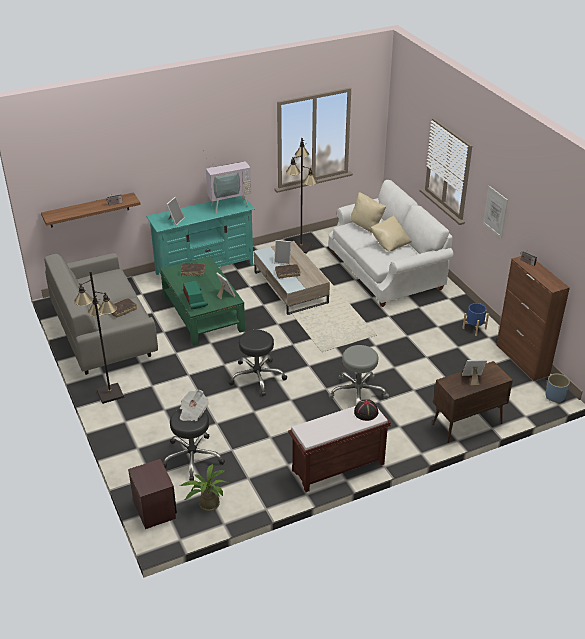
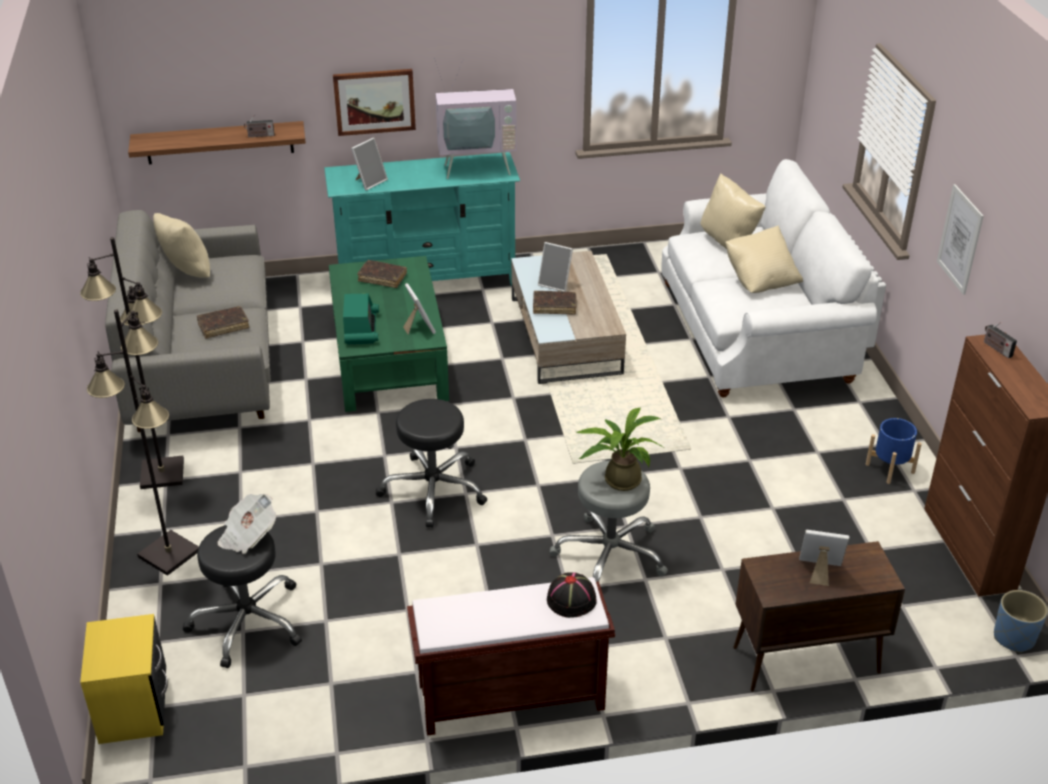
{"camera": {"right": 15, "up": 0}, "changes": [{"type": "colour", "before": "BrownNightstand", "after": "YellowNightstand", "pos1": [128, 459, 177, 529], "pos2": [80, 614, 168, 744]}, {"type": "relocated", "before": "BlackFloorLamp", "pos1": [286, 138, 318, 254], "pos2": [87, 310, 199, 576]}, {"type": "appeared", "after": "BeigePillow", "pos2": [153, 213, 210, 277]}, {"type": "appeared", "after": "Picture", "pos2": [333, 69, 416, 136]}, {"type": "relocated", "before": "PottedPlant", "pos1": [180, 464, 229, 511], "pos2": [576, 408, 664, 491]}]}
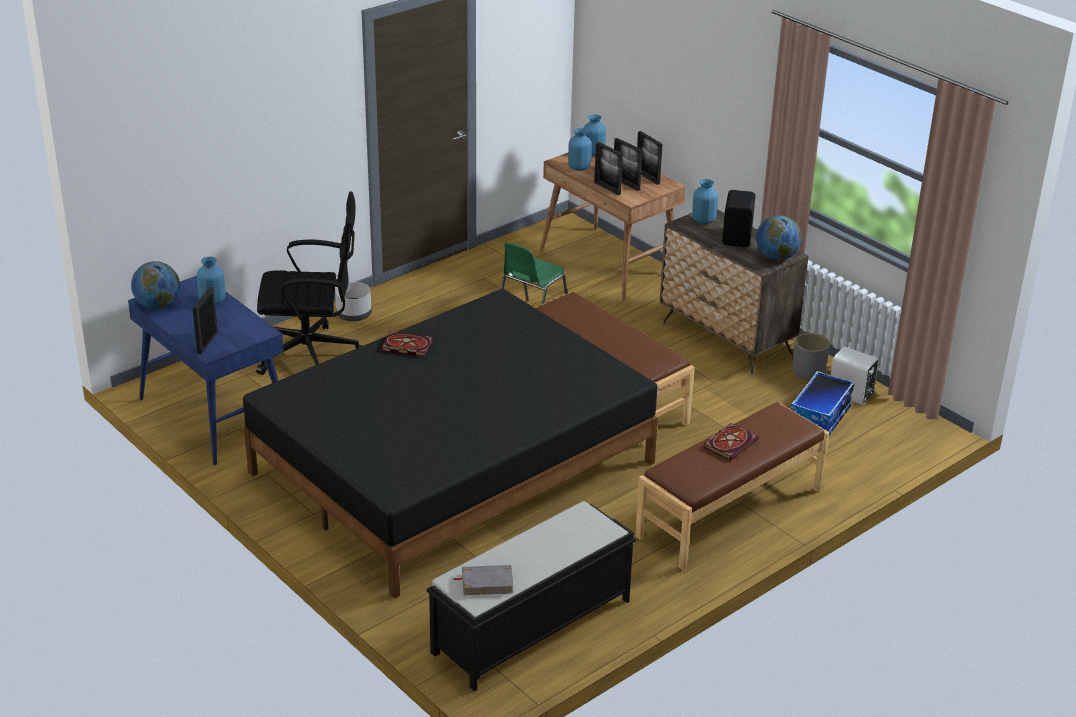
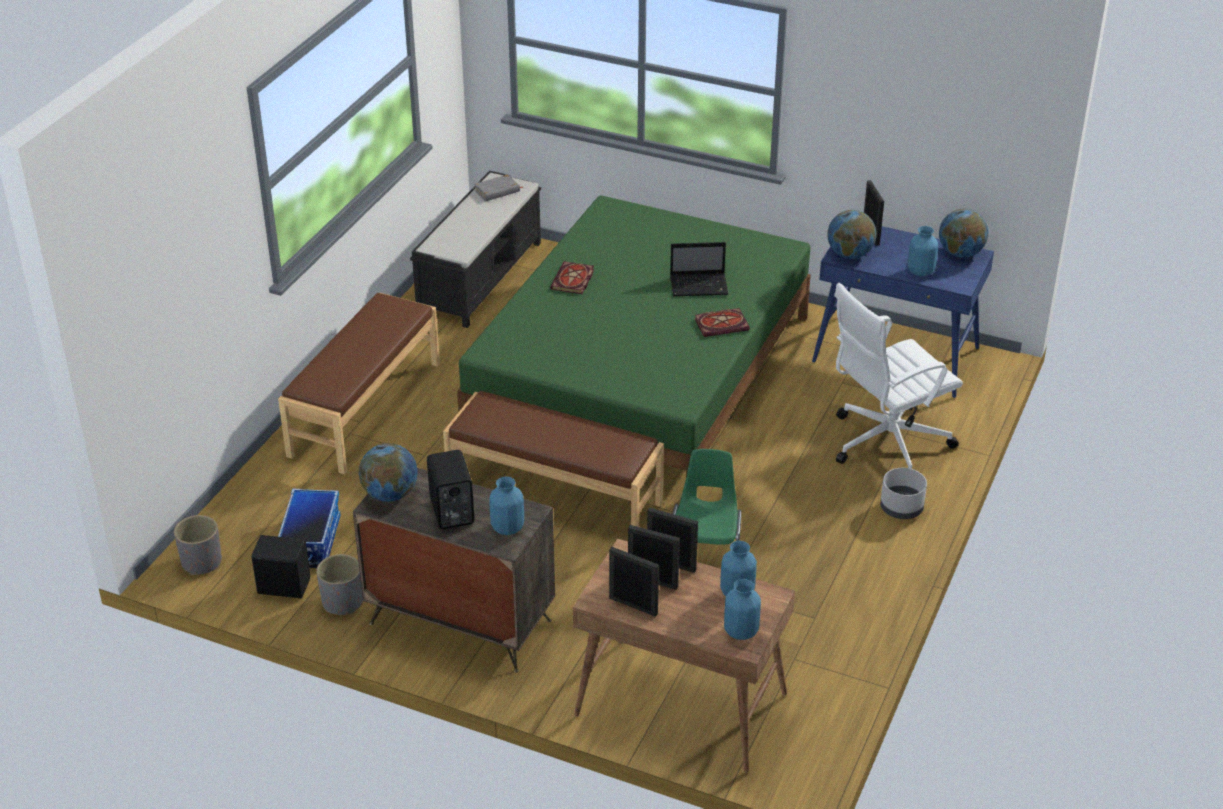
{"camera": {"right": 155, "up": 5}, "changes": [{"type": "appeared", "after": "GreyPlanter", "pos2": [174, 515, 222, 575]}, {"type": "colour", "before": "WhiteSpeaker", "after": "BlackSpeaker", "pos1": [831, 347, 879, 405], "pos2": [252, 535, 310, 598]}, {"type": "colour", "before": "BlackBed", "after": "GreenBed", "pos1": [243, 289, 658, 598], "pos2": [457, 195, 811, 493]}, {"type": "relocated", "before": "Book", "pos1": [703, 423, 759, 461], "pos2": [550, 262, 594, 294]}, {"type": "appeared", "after": "Laptop", "pos2": [670, 242, 728, 296]}, {"type": "appeared", "after": "Globe", "pos2": [827, 210, 876, 259]}, {"type": "colour", "before": "BlackOfficeChair", "after": "WhiteOfficeChair", "pos1": [256, 191, 362, 375], "pos2": [834, 283, 963, 469]}]}
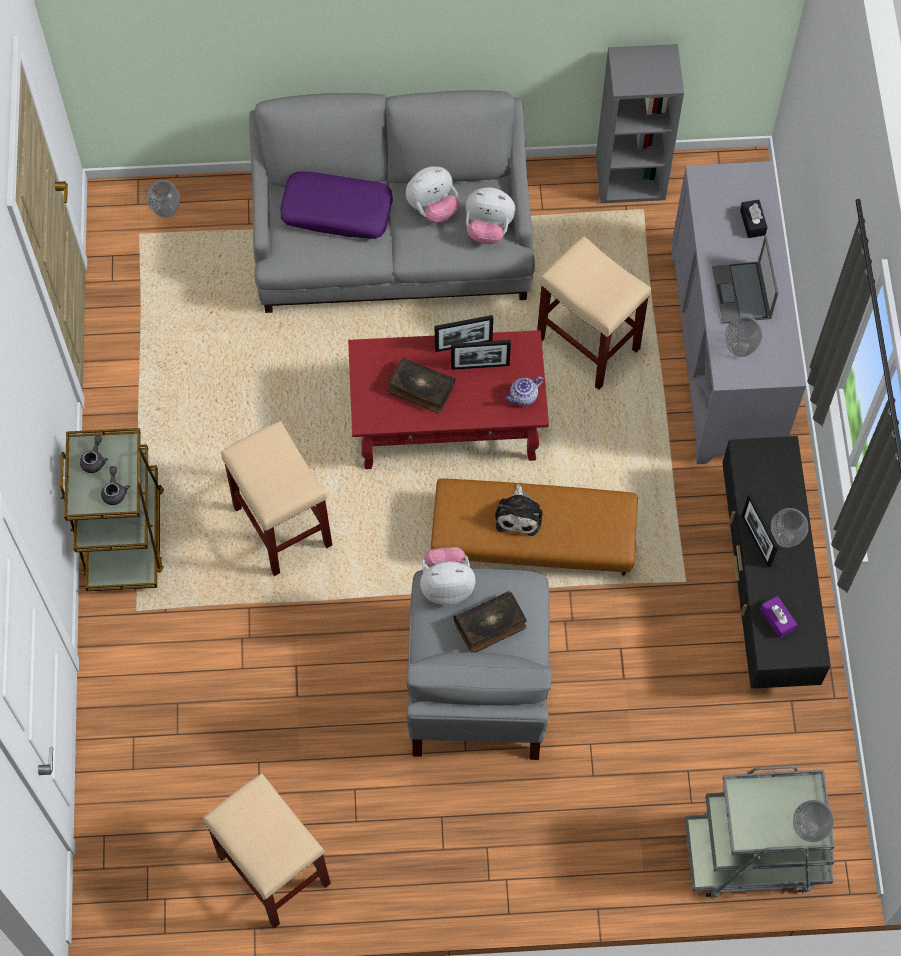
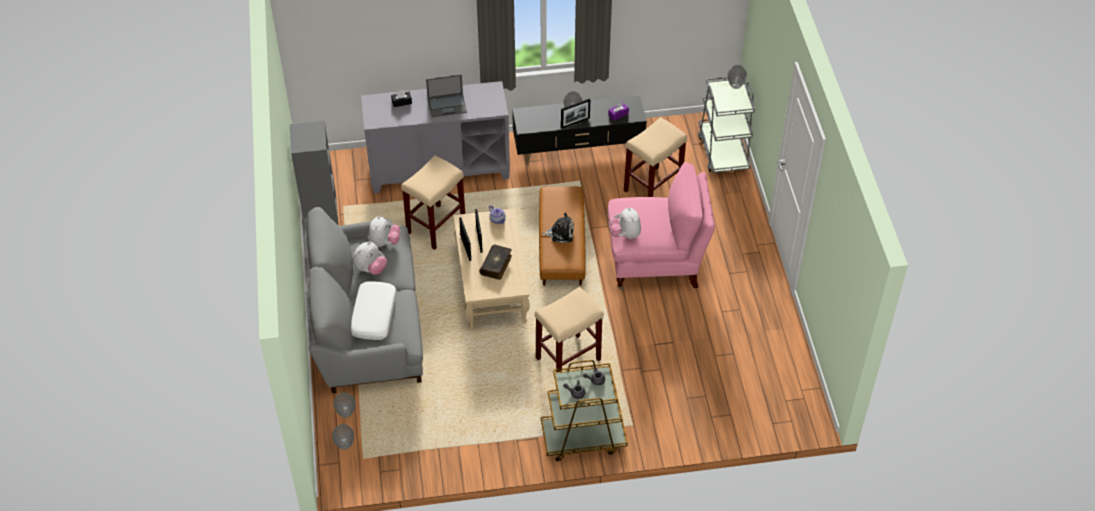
{"camera": {"right": -95, "up": -15}, "changes": [{"type": "relocated", "before": "Vase", "pos1": [725, 316, 763, 357], "pos2": [334, 392, 356, 418]}, {"type": "colour", "before": "PurplePillow", "after": "WhitePillow", "pos1": [280, 171, 393, 239], "pos2": [351, 281, 397, 340]}, {"type": "spun", "before": "PlushToy", "pos1": [406, 166, 460, 223], "pos2": [352, 241, 387, 275], "turn": 75}, {"type": "colour", "before": "RedCoffeeTable", "after": "BeigeCoffeeTable", "pos1": [348, 330, 549, 469], "pos2": [454, 209, 530, 329]}, {"type": "colour", "before": "GreyArmchair", "after": "PinkArmchair", "pos1": [406, 569, 552, 760], "pos2": [608, 162, 715, 290]}, {"type": "relocated", "before": "BeigeStool", "pos1": [203, 773, 331, 928], "pos2": [624, 117, 687, 197]}, {"type": "missing", "before": "Book", "pos1": [454, 591, 527, 653]}]}
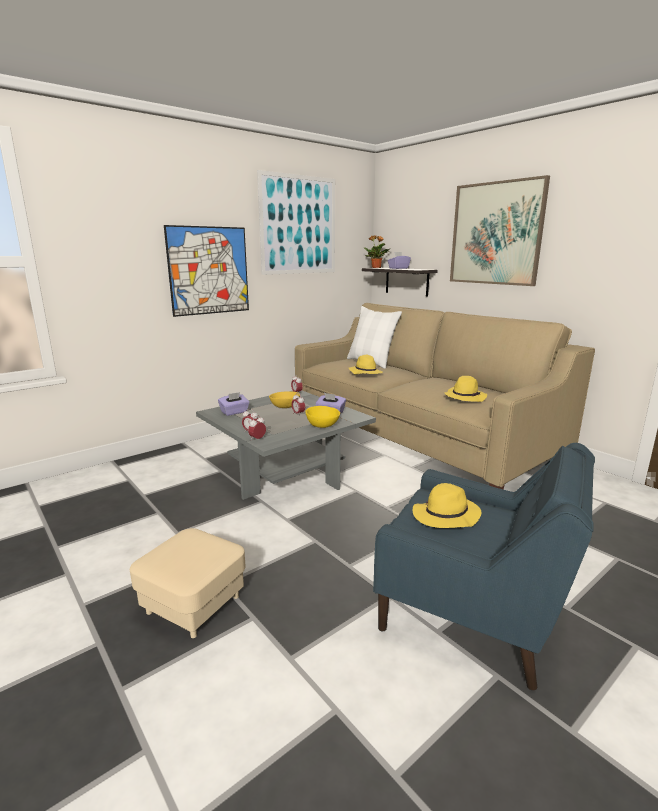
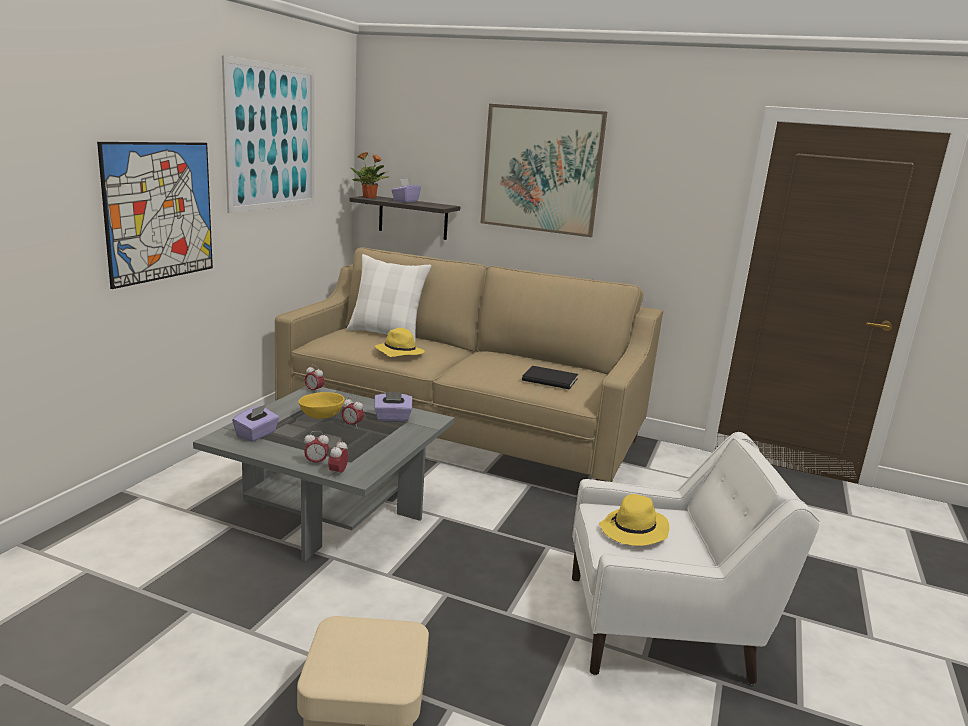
{"camera": {"right": -30, "up": 0}, "changes": [{"type": "exchanged", "before": "YellowHat", "after": "BlackBook", "pos1": [444, 376, 487, 402], "pos2": [522, 366, 578, 390]}, {"type": "colour", "before": "BlueArmchair", "after": "WhiteArmchair", "pos1": [373, 443, 595, 691], "pos2": [572, 432, 819, 685]}, {"type": "missing", "before": "YellowBowl", "pos1": [305, 406, 340, 428]}]}
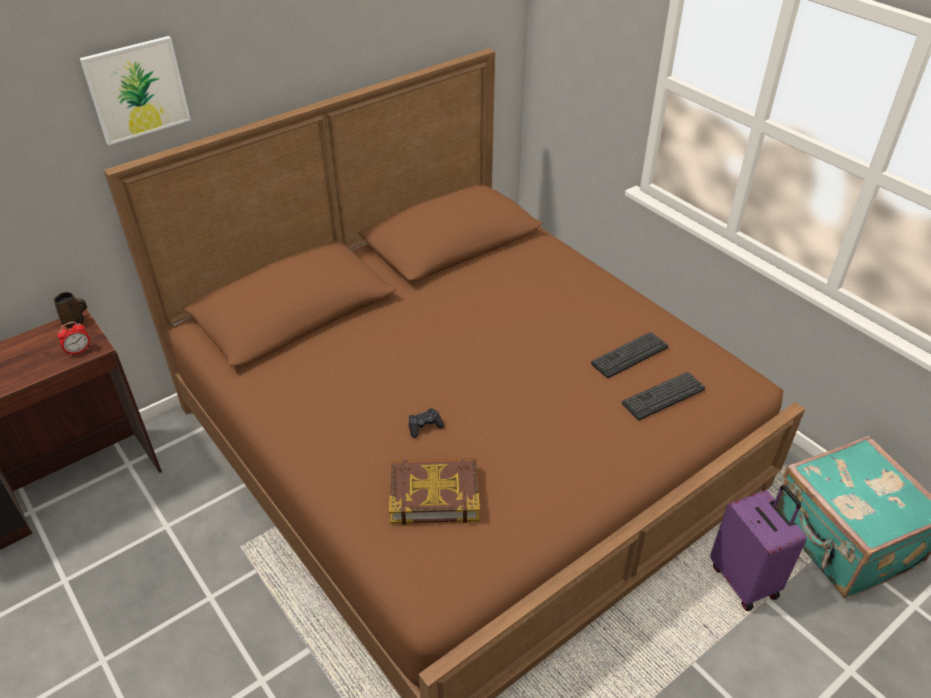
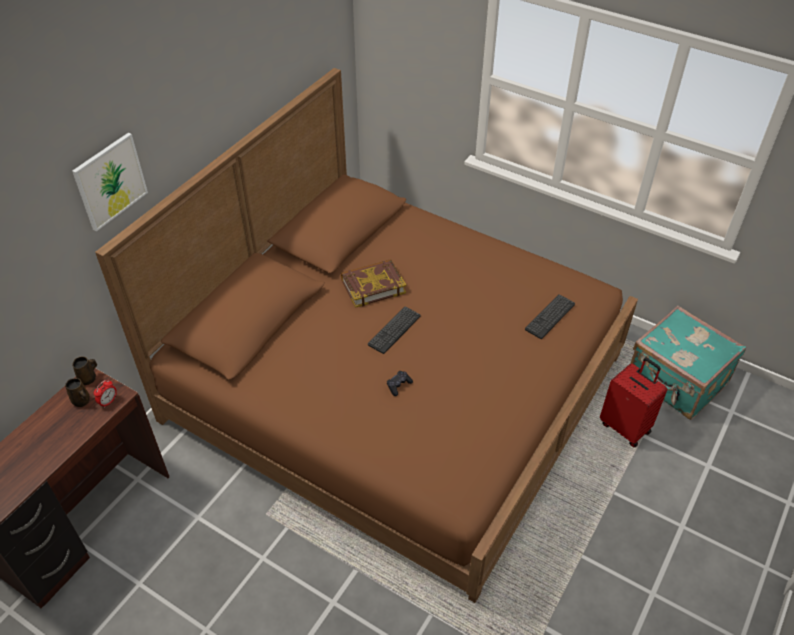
{"camera": {"right": -20, "up": 5}, "changes": [{"type": "appeared", "after": "BrownMug", "pos2": [65, 378, 90, 407]}, {"type": "relocated", "before": "Book", "pos1": [389, 458, 480, 525], "pos2": [341, 259, 406, 308]}, {"type": "relocated", "before": "Keyboard", "pos1": [591, 332, 668, 378], "pos2": [368, 307, 420, 354]}, {"type": "colour", "before": "PurpleSuitcase", "after": "RedSuitcase", "pos1": [710, 485, 807, 611], "pos2": [600, 358, 667, 447]}]}
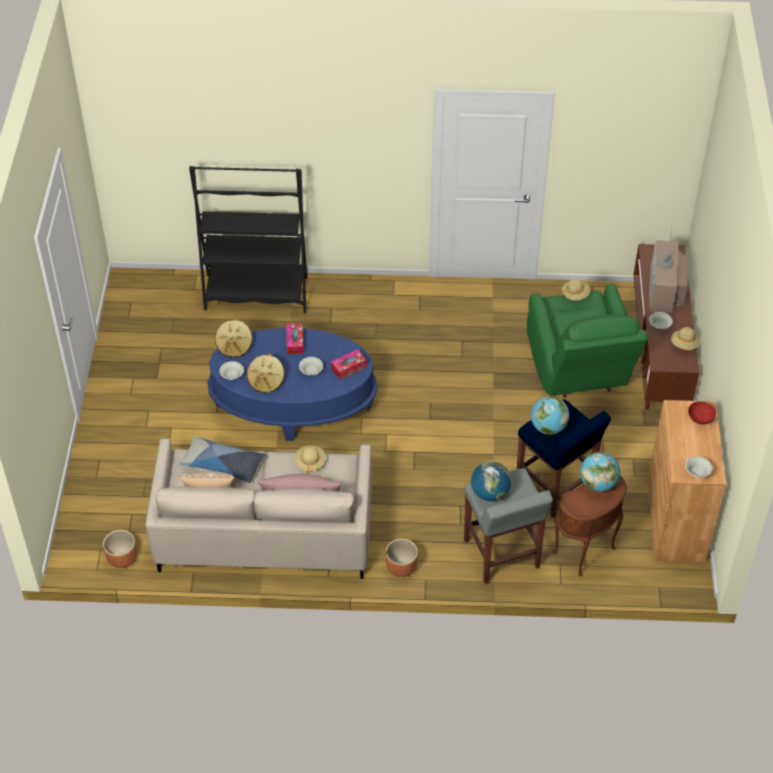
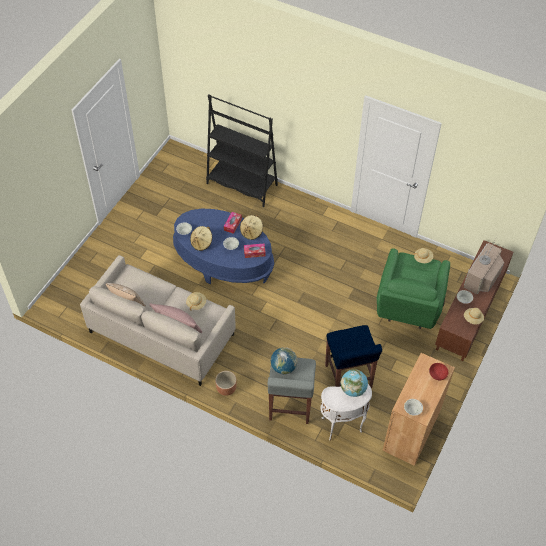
{"camera": {"right": 25, "up": 5}, "changes": [{"type": "relocated", "before": "BeigeHat", "pos1": [215, 319, 252, 358], "pos2": [240, 215, 263, 240]}, {"type": "colour", "before": "BrownSideTable", "after": "WhiteSideTable", "pos1": [552, 475, 627, 576], "pos2": [321, 384, 372, 441]}, {"type": "missing", "before": "BrownPlanter", "pos1": [103, 530, 137, 568]}, {"type": "missing", "before": "Pillow", "pos1": [179, 436, 265, 483]}, {"type": "missing", "before": "Globe", "pos1": [531, 396, 570, 435]}]}
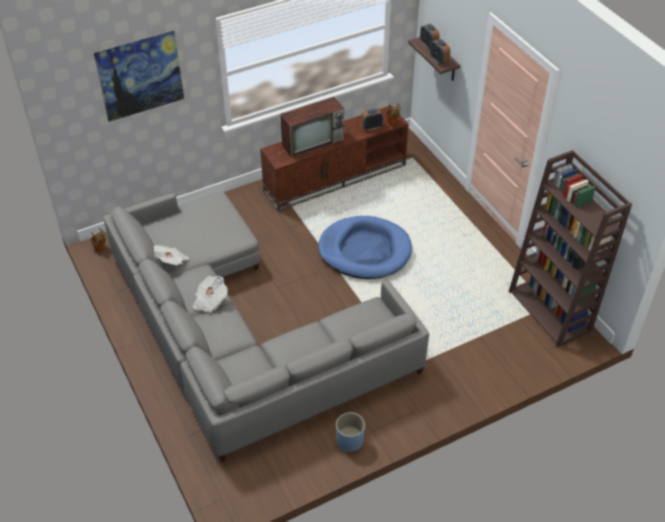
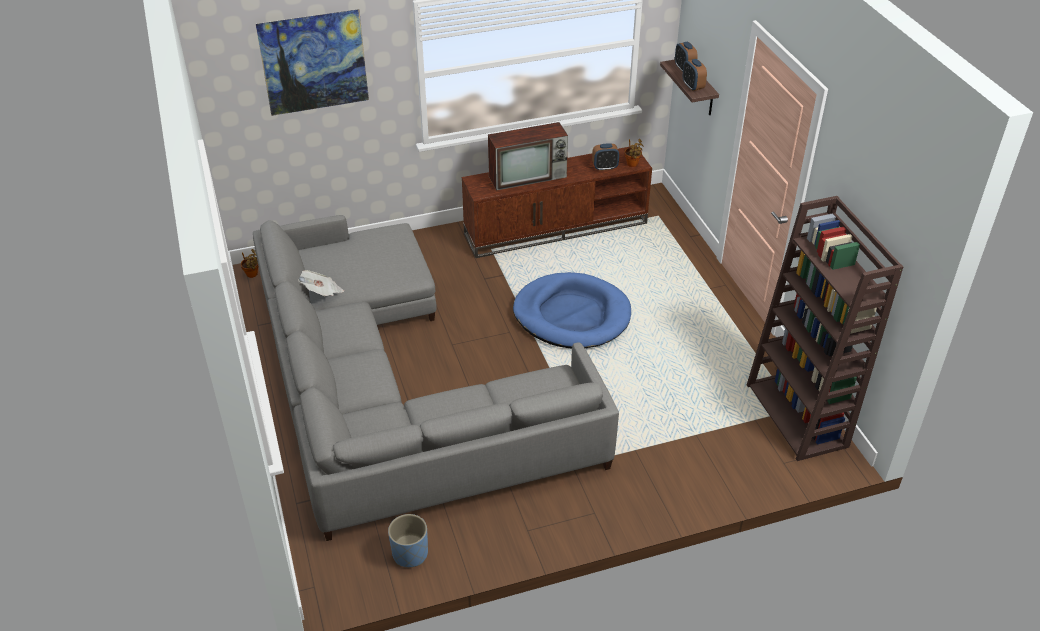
{"camera": {"right": 10, "up": -5}, "changes": [{"type": "relocated", "before": "BluePlanter", "pos1": [336, 412, 365, 452], "pos2": [388, 514, 428, 567]}, {"type": "missing", "before": "Newspaper", "pos1": [193, 276, 228, 313]}]}
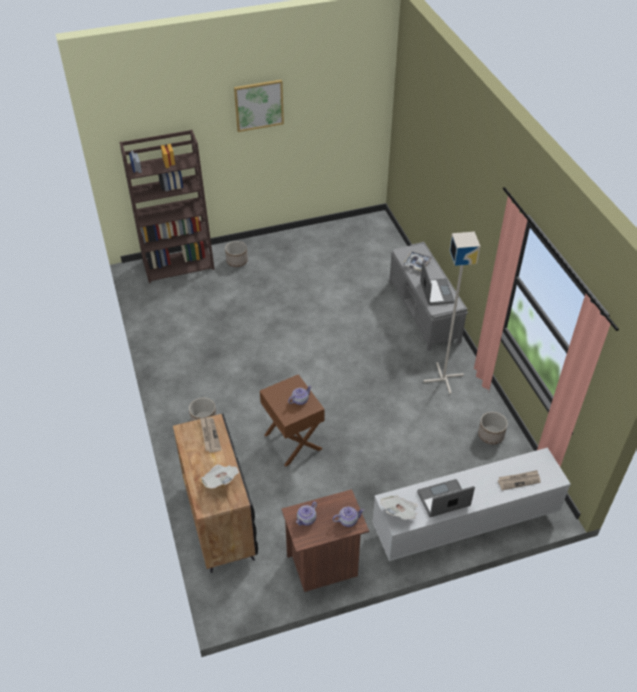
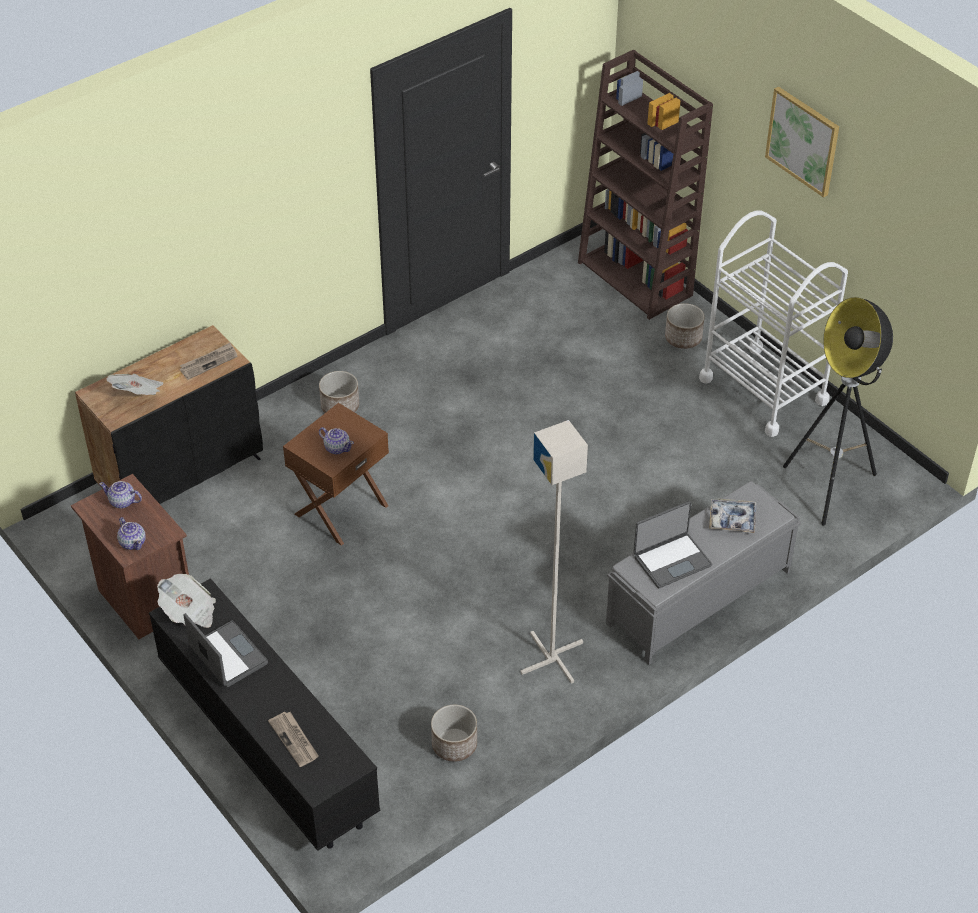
{"camera": {"right": 70, "up": 0}, "changes": [{"type": "colour", "before": "WhiteTvStand", "after": "BlackTvStand", "pos1": [372, 447, 571, 561], "pos2": [149, 578, 380, 851]}, {"type": "appeared", "after": "WhiteCart", "pos2": [699, 211, 848, 437]}, {"type": "appeared", "after": "FloorLamp", "pos2": [783, 297, 893, 526]}]}
